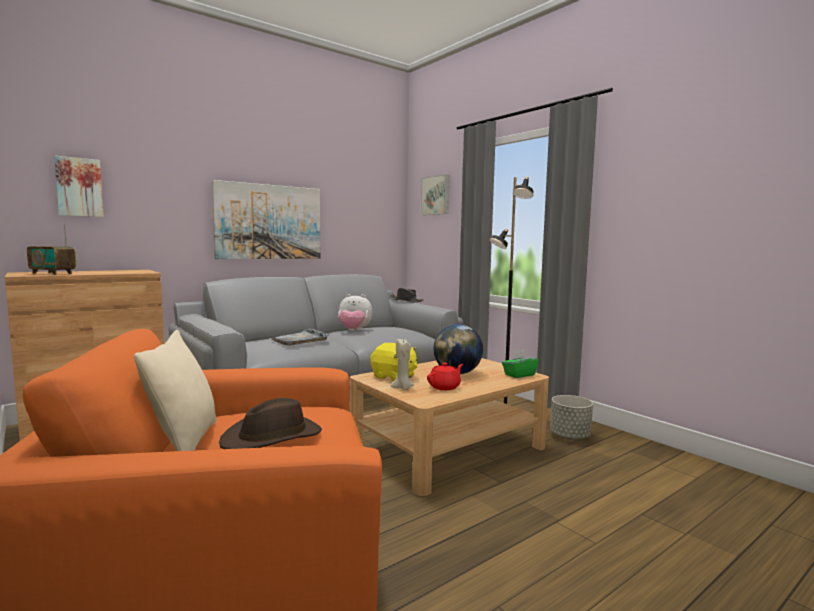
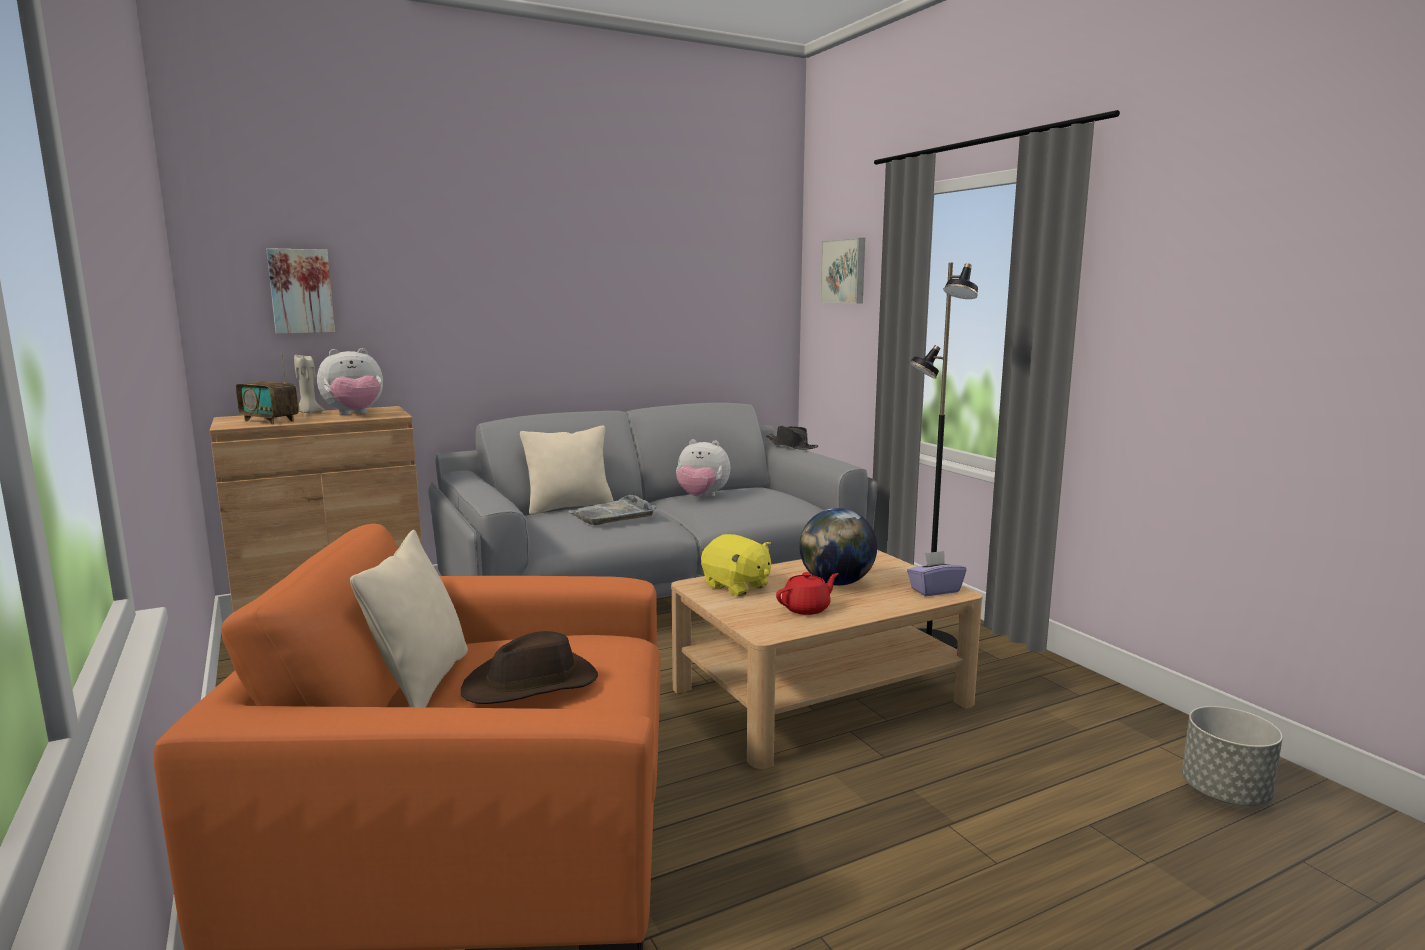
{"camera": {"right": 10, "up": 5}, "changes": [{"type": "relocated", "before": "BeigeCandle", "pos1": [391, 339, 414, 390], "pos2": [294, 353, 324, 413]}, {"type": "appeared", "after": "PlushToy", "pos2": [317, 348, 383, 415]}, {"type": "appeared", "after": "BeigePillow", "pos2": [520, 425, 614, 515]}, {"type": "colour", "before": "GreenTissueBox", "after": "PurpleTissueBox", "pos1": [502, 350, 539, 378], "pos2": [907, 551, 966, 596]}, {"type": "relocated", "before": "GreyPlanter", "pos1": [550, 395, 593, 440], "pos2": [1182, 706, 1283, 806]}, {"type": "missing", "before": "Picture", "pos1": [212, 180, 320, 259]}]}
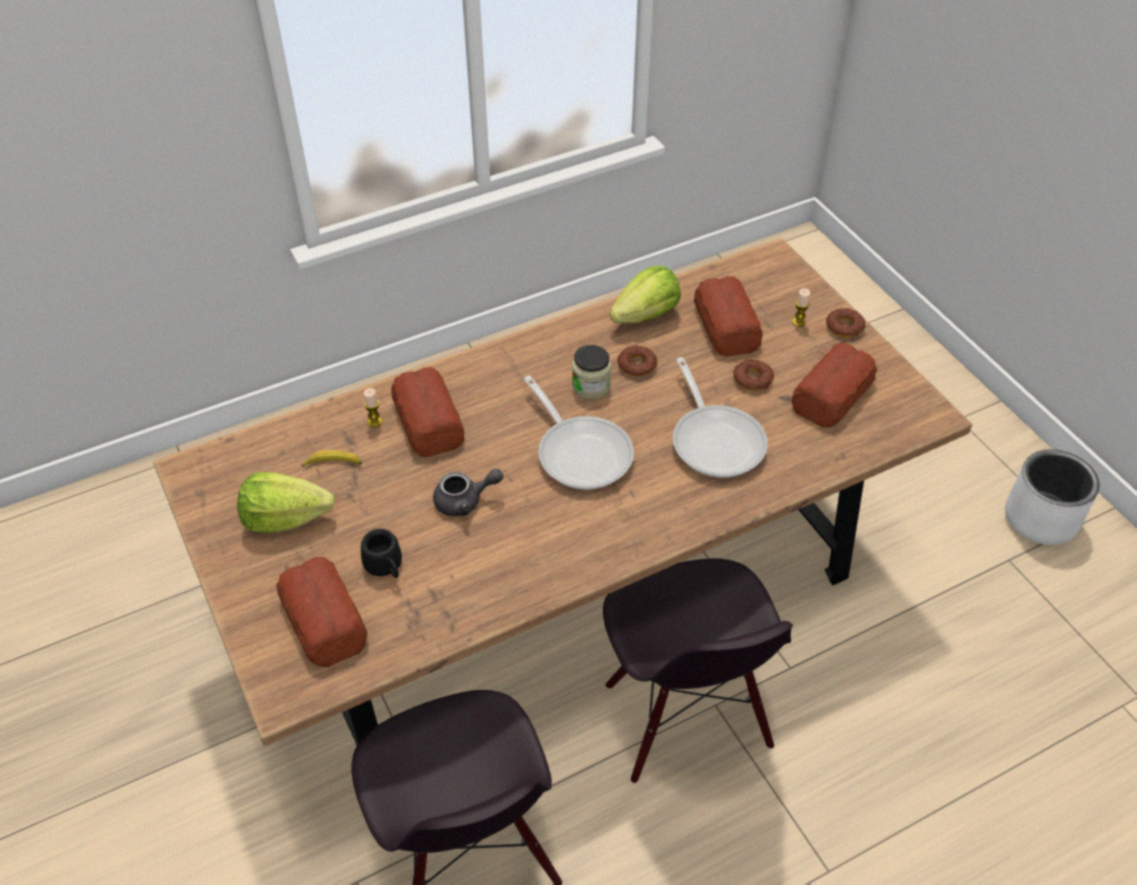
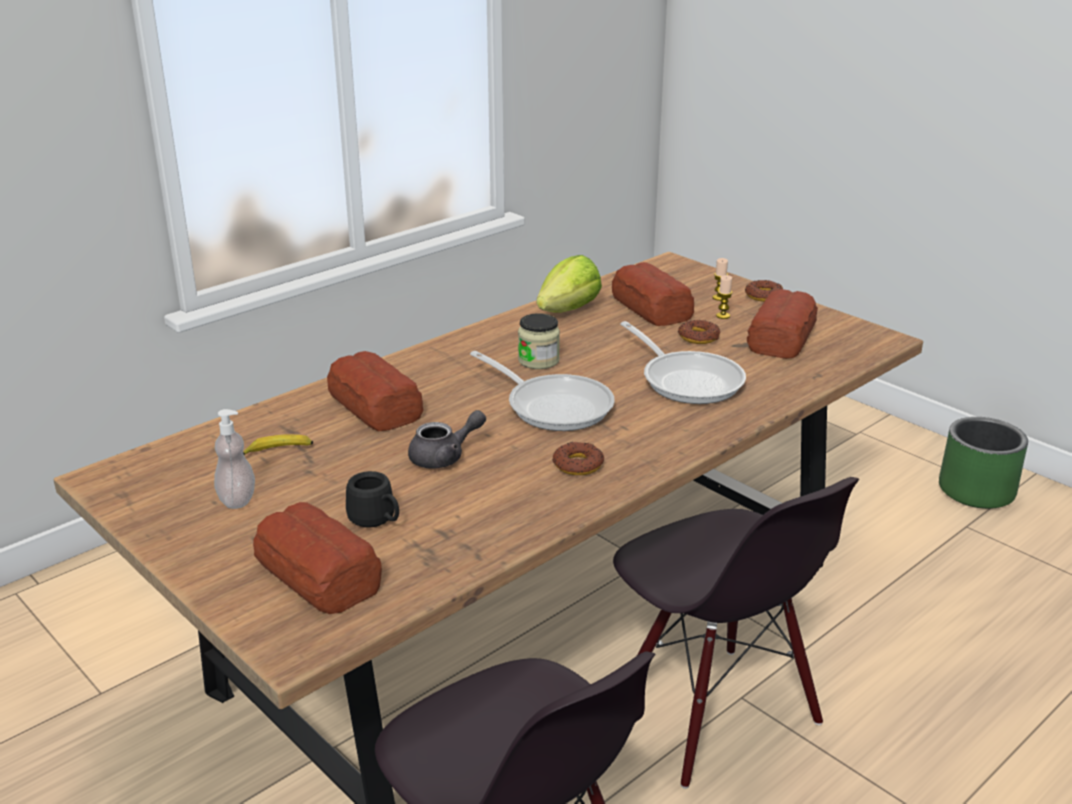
{"camera": {"right": -15, "up": -20}, "changes": [{"type": "exchanged", "before": "Lettuce", "after": "SoapDispenser", "pos1": [237, 472, 334, 532], "pos2": [214, 409, 255, 509]}, {"type": "relocated", "before": "Donut", "pos1": [617, 345, 657, 377], "pos2": [553, 442, 604, 475]}, {"type": "relocated", "before": "Candle", "pos1": [364, 388, 382, 427], "pos2": [716, 275, 732, 319]}, {"type": "colour", "before": "WhitePlanter", "after": "GreenPlanter", "pos1": [1005, 449, 1100, 545], "pos2": [939, 417, 1028, 509]}]}
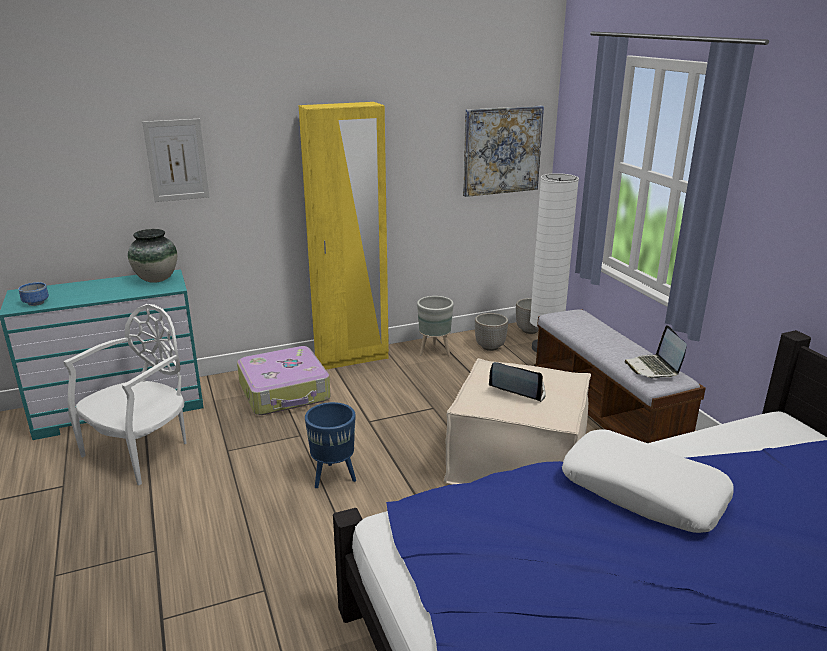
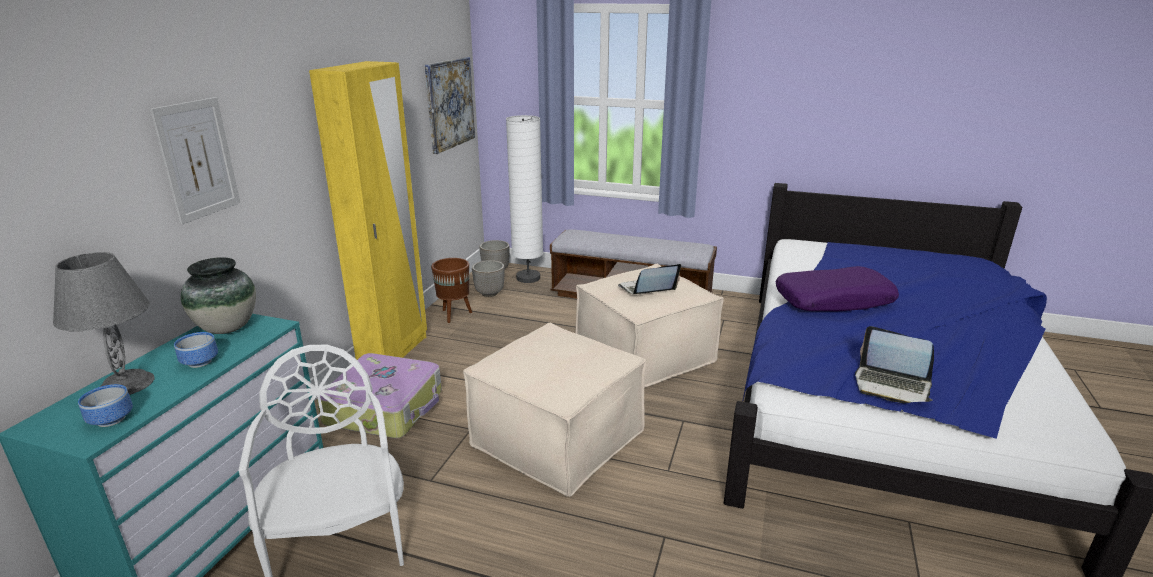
{"camera": {"right": -50, "up": 0}, "changes": [{"type": "appeared", "after": "GreyTableLamp", "pos2": [53, 252, 155, 395]}, {"type": "appeared", "after": "Bowl", "pos2": [174, 332, 218, 368]}, {"type": "colour", "before": "GreyPlanter", "after": "BrownPlanter", "pos1": [417, 296, 454, 356], "pos2": [431, 258, 472, 323]}, {"type": "exchanged", "before": "BluePlanter", "after": "BeigeOttoman", "pos1": [305, 402, 356, 488], "pos2": [463, 323, 647, 497]}, {"type": "colour", "before": "WhitePillow", "after": "PurplePillow", "pos1": [562, 430, 734, 533], "pos2": [776, 266, 899, 311]}, {"type": "relocated", "before": "Laptop", "pos1": [625, 325, 687, 379], "pos2": [855, 326, 934, 403]}]}
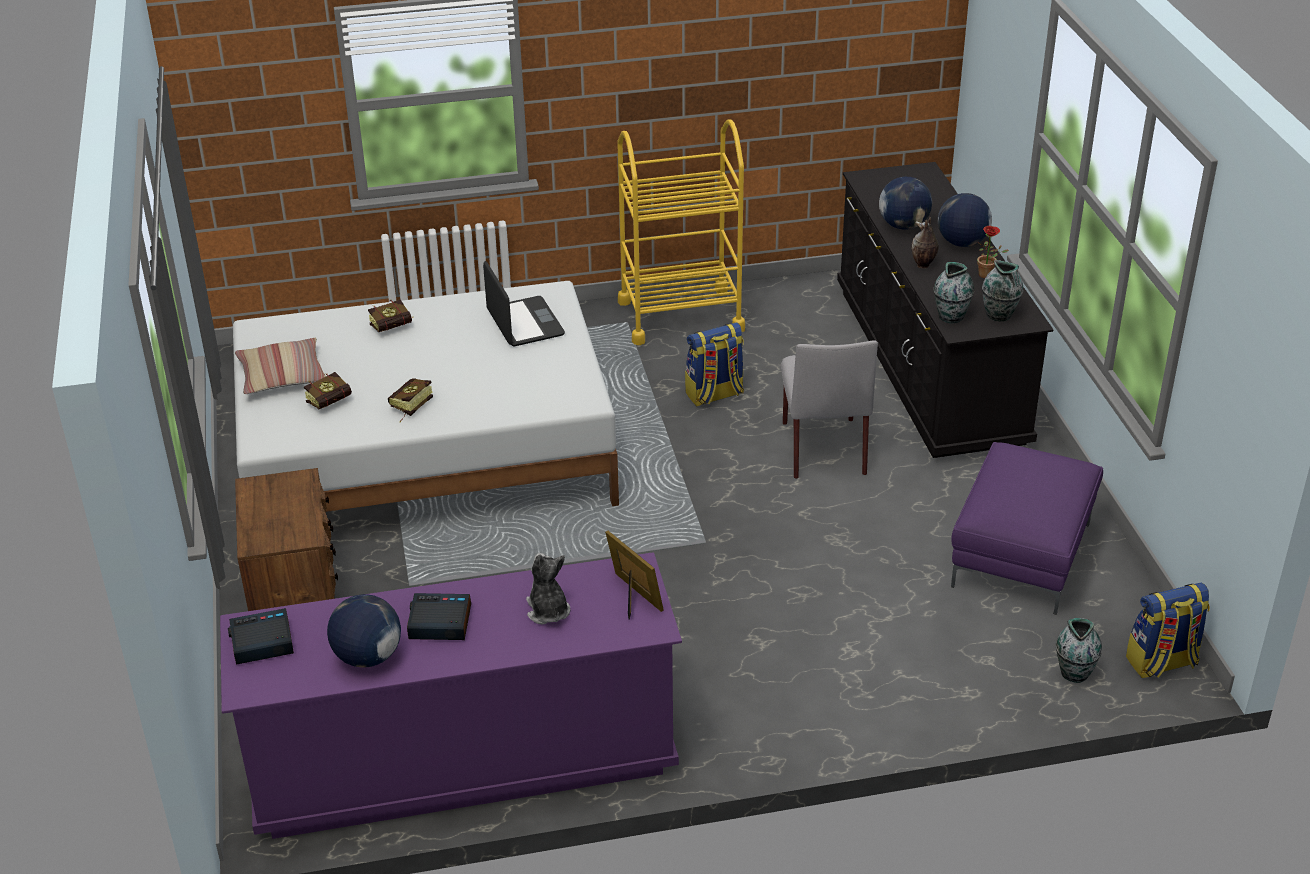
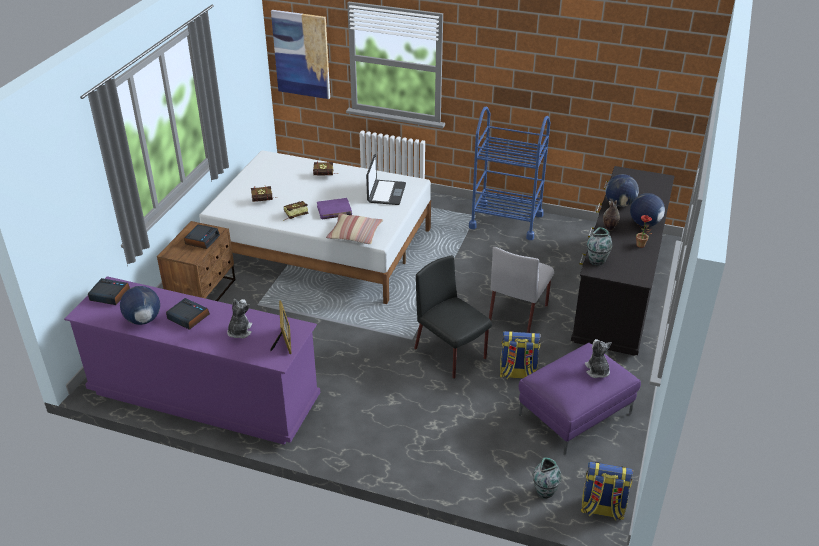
{"camera": {"right": 30, "up": 0}, "changes": [{"type": "appeared", "after": "AlarmClock", "pos2": [184, 224, 220, 249]}, {"type": "appeared", "after": "Picture", "pos2": [271, 10, 330, 99]}, {"type": "appeared", "after": "PurpleBook", "pos2": [317, 198, 352, 219]}, {"type": "relocated", "before": "Pillow", "pos1": [235, 338, 326, 394], "pos2": [326, 213, 383, 244]}, {"type": "appeared", "after": "BlackChair", "pos2": [414, 255, 492, 379]}, {"type": "colour", "before": "YellowCart", "after": "BlueCart", "pos1": [617, 119, 745, 345], "pos2": [469, 107, 550, 240]}, {"type": "relocated", "before": "Backpack", "pos1": [685, 322, 744, 407], "pos2": [500, 331, 541, 379]}, {"type": "appeared", "after": "PlushToy", "pos2": [585, 339, 612, 378]}, {"type": "missing", "before": "Vase", "pos1": [982, 260, 1023, 321]}]}
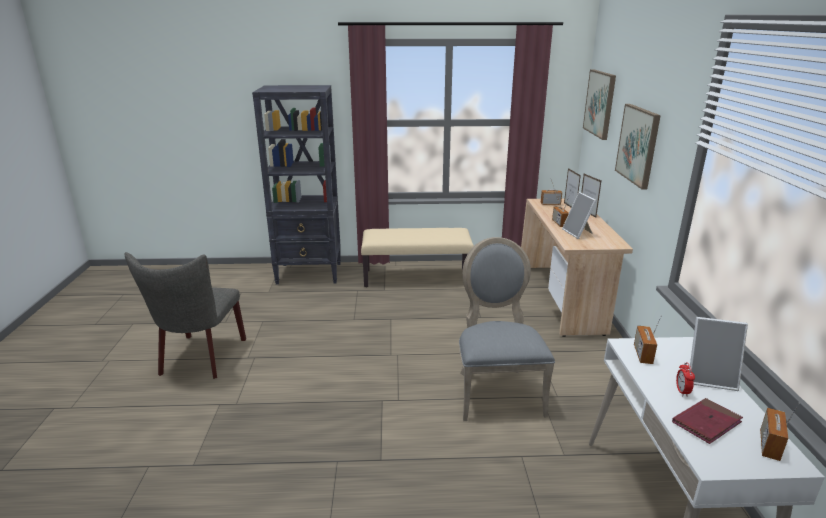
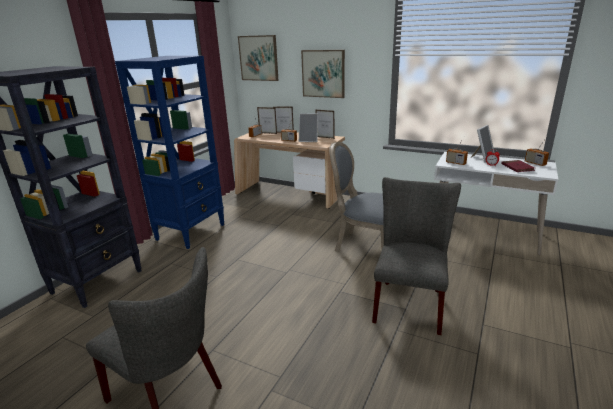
{"camera": {"right": -60, "up": 0}, "changes": [{"type": "exchanged", "before": "BeigeBench", "after": "BlueBookcase", "pos1": [361, 228, 474, 287], "pos2": [115, 56, 225, 249]}, {"type": "appeared", "after": "PictureFrame", "pos2": [315, 110, 335, 139]}, {"type": "appeared", "after": "GreyChair", "pos2": [372, 177, 461, 335]}]}
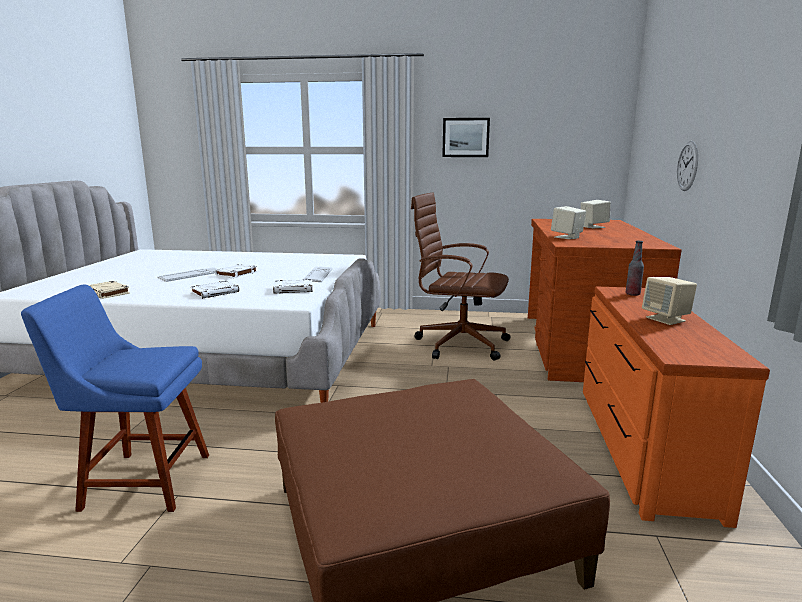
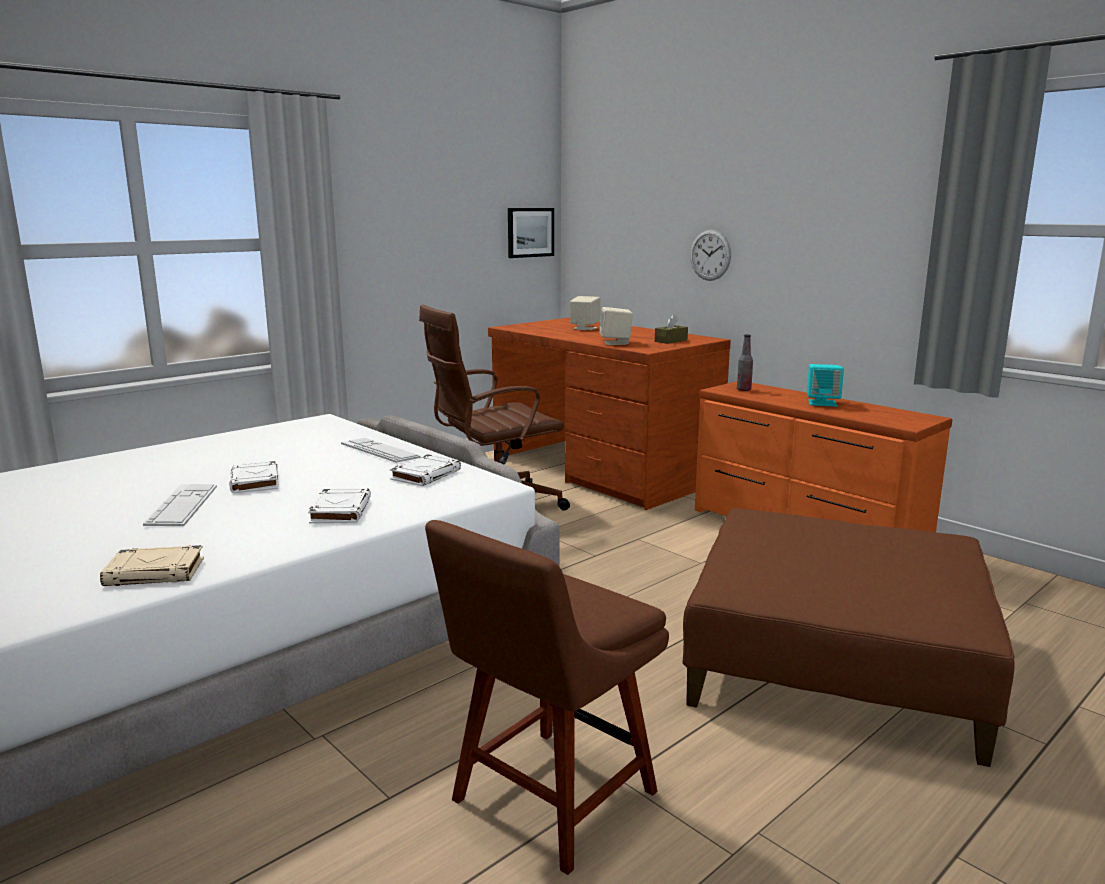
{"camera": {"right": -50, "up": 0}, "changes": [{"type": "colour", "before": "BlueChair", "after": "BrownChair", "pos1": [21, 285, 209, 512], "pos2": [425, 520, 669, 875]}, {"type": "relocated", "before": "Picture", "pos1": [442, 118, 490, 157], "pos2": [508, 208, 554, 258]}, {"type": "appeared", "after": "BrownTissueBox", "pos2": [655, 314, 688, 344]}, {"type": "colour", "before": "BeigeSpeaker", "after": "TurquoiseSpeaker", "pos1": [642, 277, 697, 325], "pos2": [807, 364, 844, 407]}]}
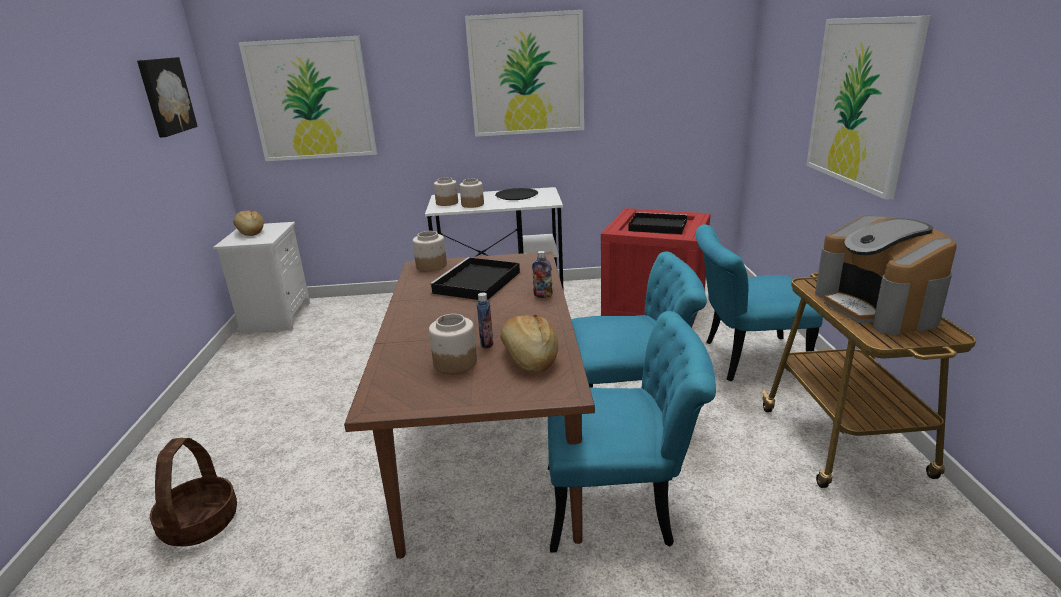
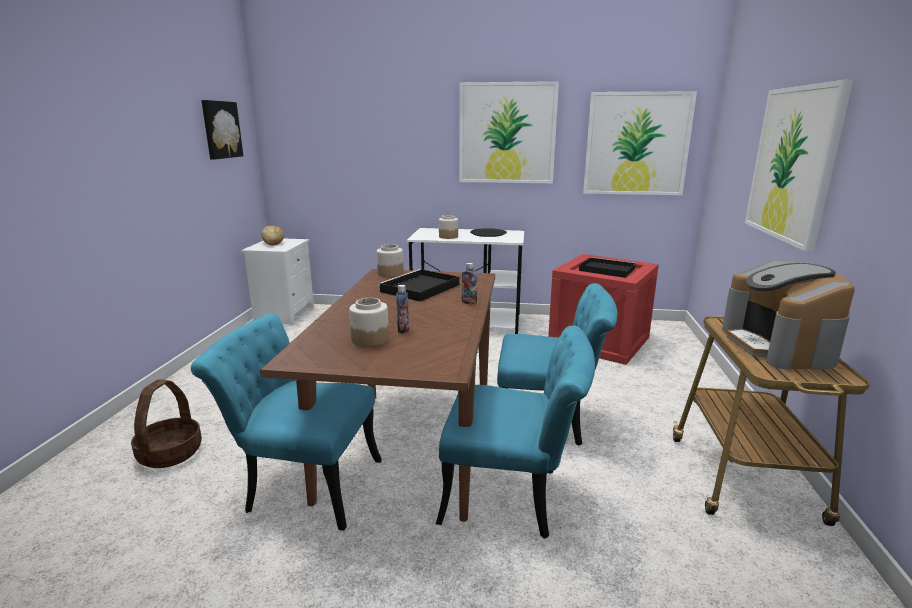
{"camera": {"right": 10, "up": -5}, "changes": [{"type": "relocated", "before": "TurquoiseChair", "pos1": [696, 224, 823, 381], "pos2": [191, 313, 382, 531]}, {"type": "relocated", "before": "Picture", "pos1": [238, 36, 377, 161], "pos2": [583, 91, 697, 195]}, {"type": "missing", "before": "Jar", "pos1": [434, 177, 458, 206]}, {"type": "missing", "before": "Bread", "pos1": [501, 315, 558, 373]}]}
